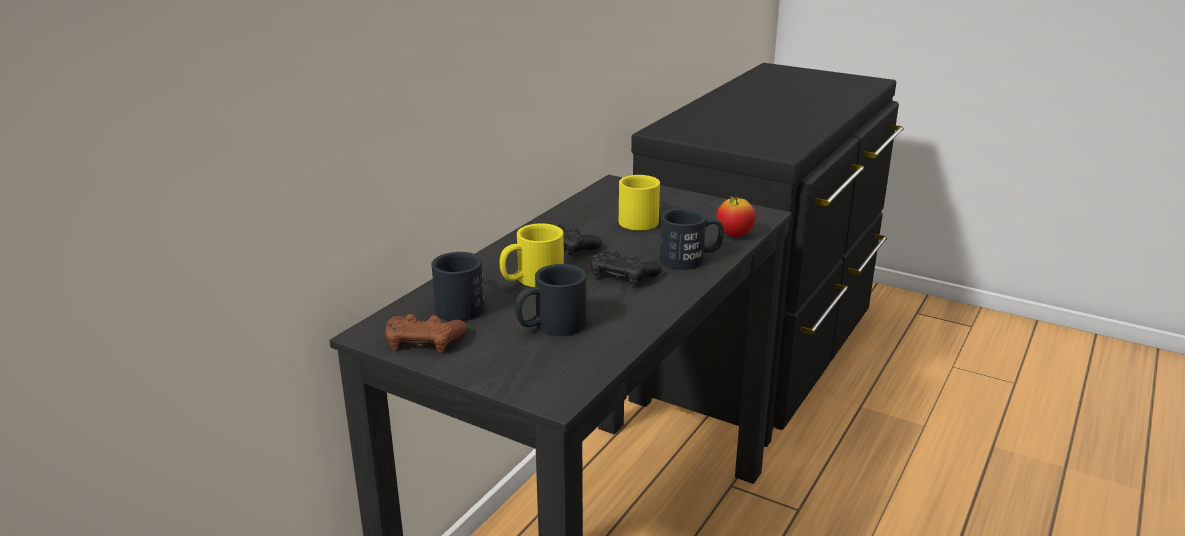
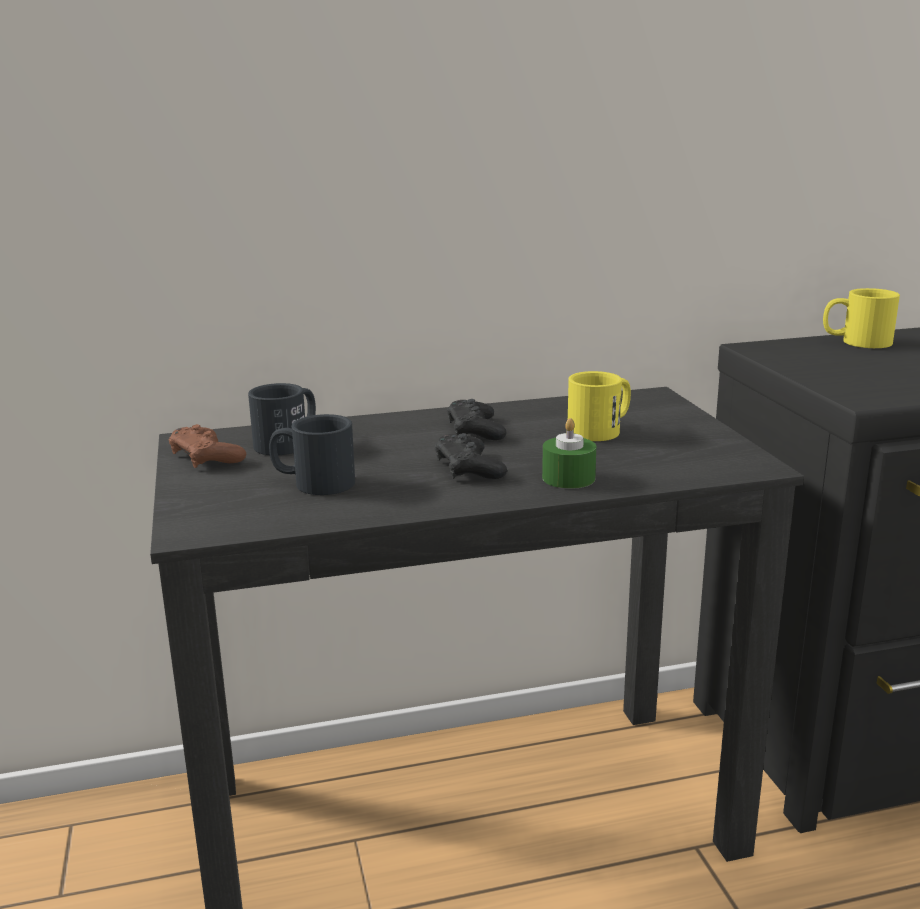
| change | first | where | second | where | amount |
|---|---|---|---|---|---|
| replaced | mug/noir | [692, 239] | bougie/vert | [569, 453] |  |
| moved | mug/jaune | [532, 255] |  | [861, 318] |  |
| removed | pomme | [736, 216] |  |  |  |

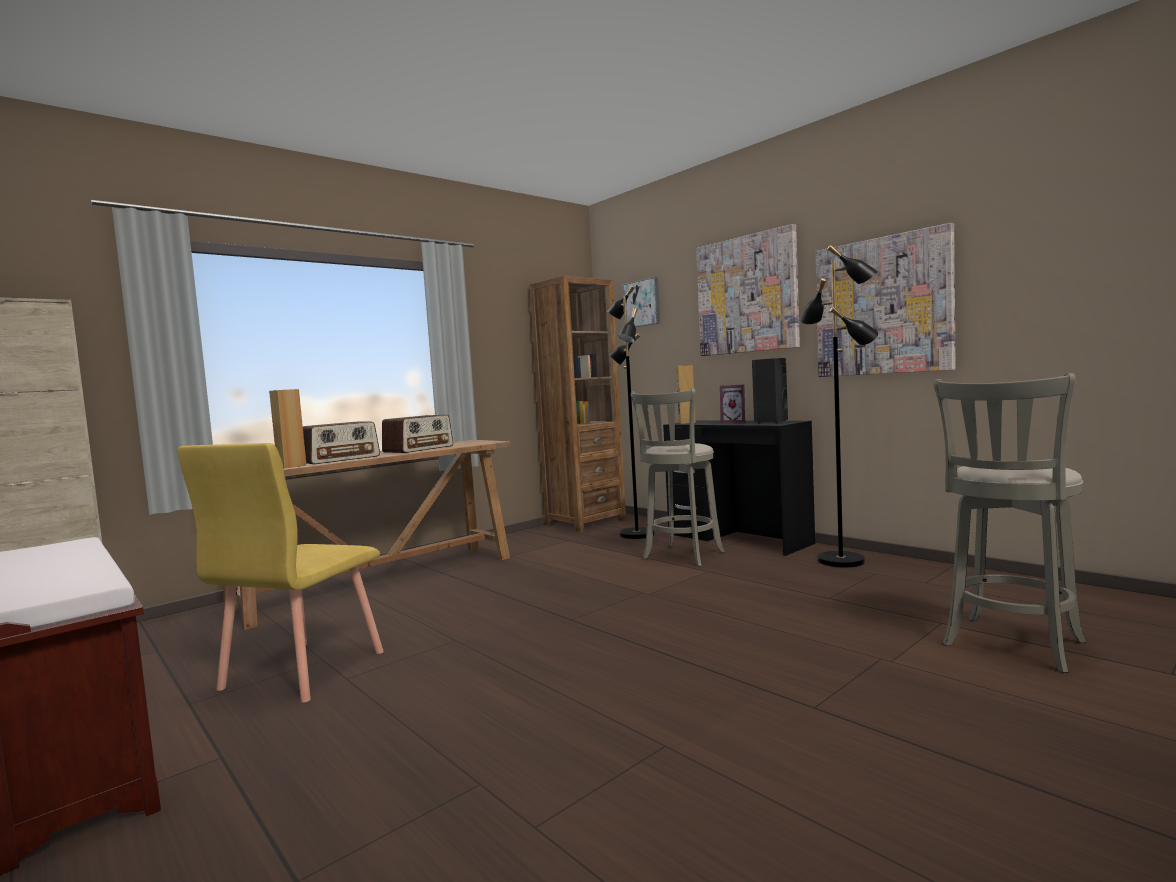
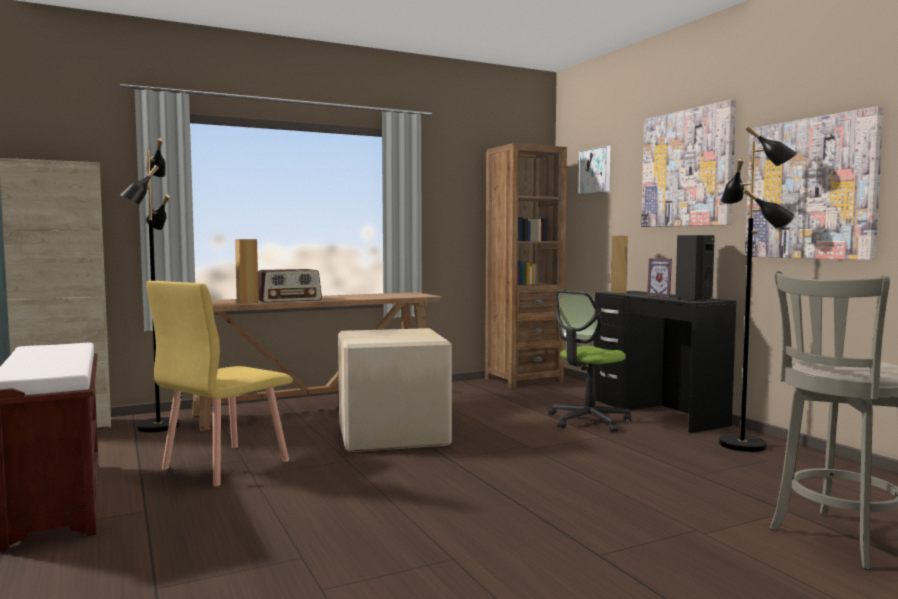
| change | first | where | second | where | amount |
|---|---|---|---|---|---|
| moved | lampadaire/noir | [631, 412] |  | [150, 285] |  |
| added |  |  | carton | [395, 390] |  |
| replaced | tabouret/gris | [678, 477] | chaise de bureau | [589, 361] |  |
| removed | radio | [417, 434] |  |  |  |

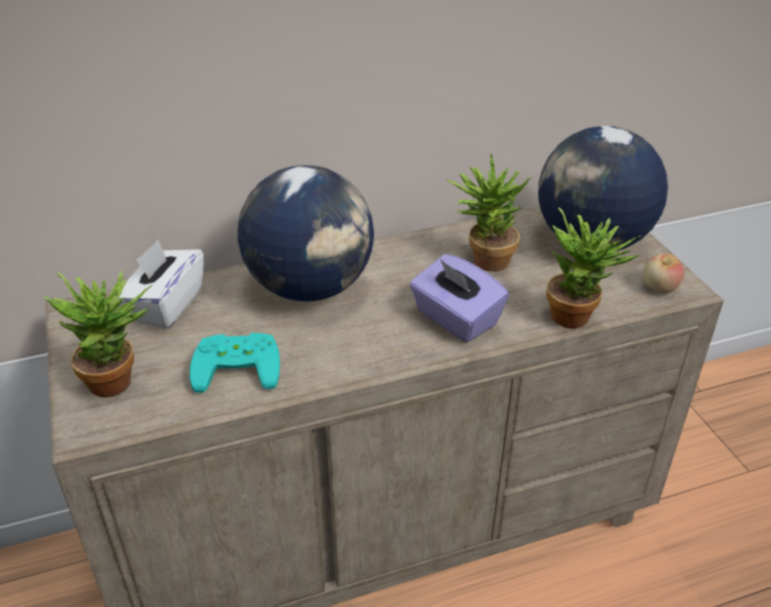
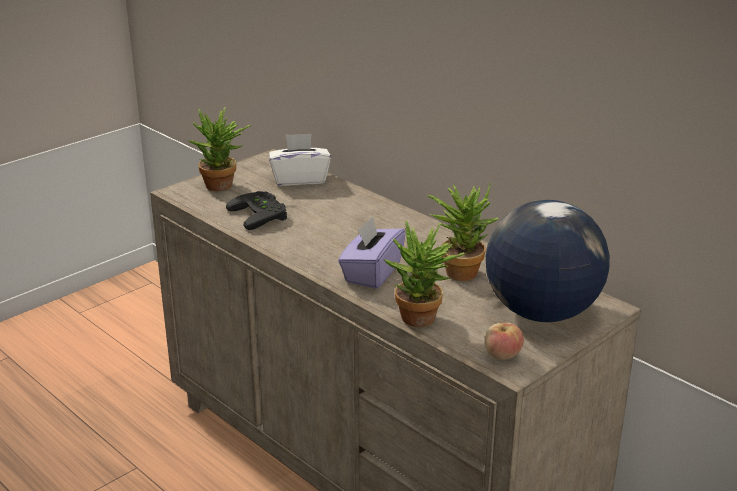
| change | first | where | second | where | amount |
|---|---|---|---|---|---|
| recoloured | manette/turquoise | [235, 363] | manette/noir | [256, 210] |  |
| removed | globe | [306, 233] |  |  |  |

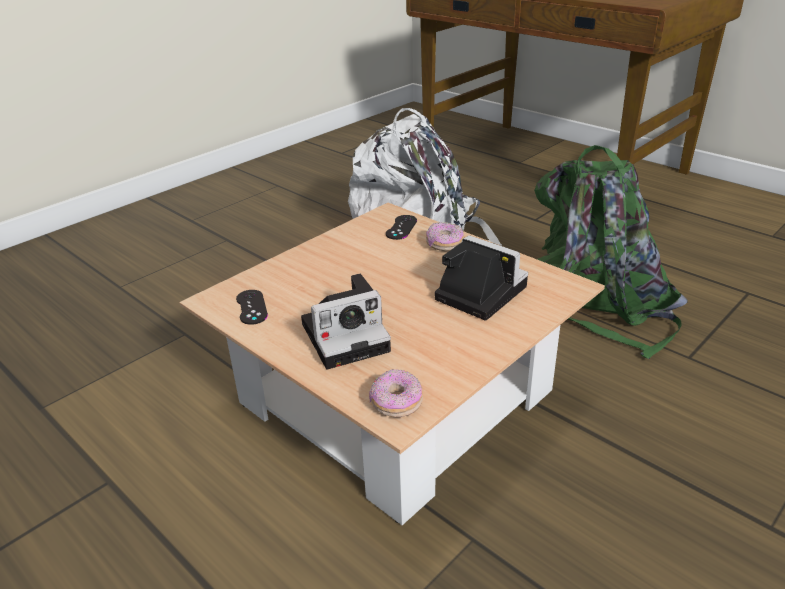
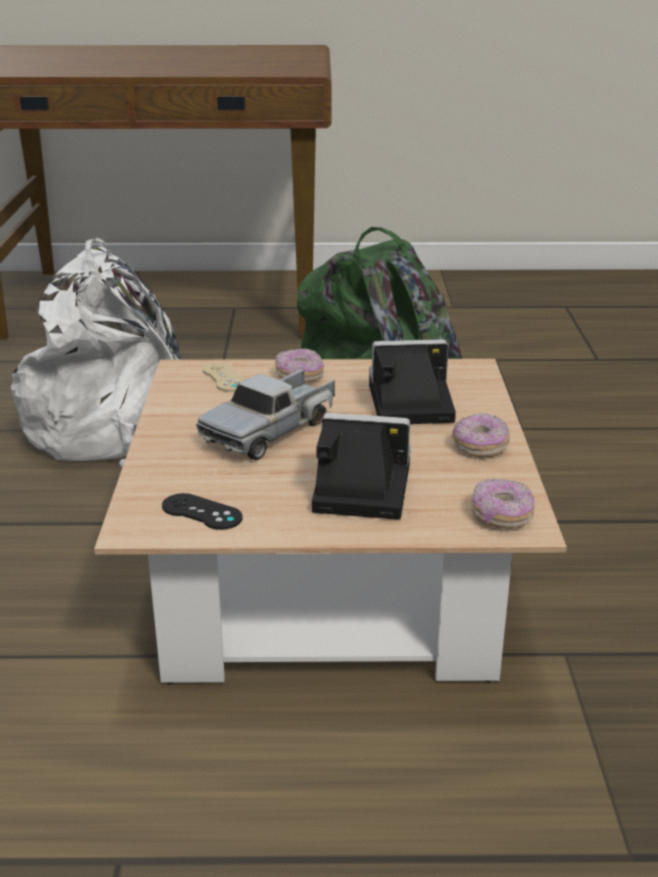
| change | first | where | second | where | amount |
|---|---|---|---|---|---|
| added |  |  | camion jouet | [265, 414] |  |
| recoloured | manette/noir | [401, 227] | manette/beige | [224, 377] |  |
| turned | appareil photo | [346, 322] |  | [361, 466] | 105 degrees counterclockwise |
| added |  |  | beignet | [481, 435] |  |

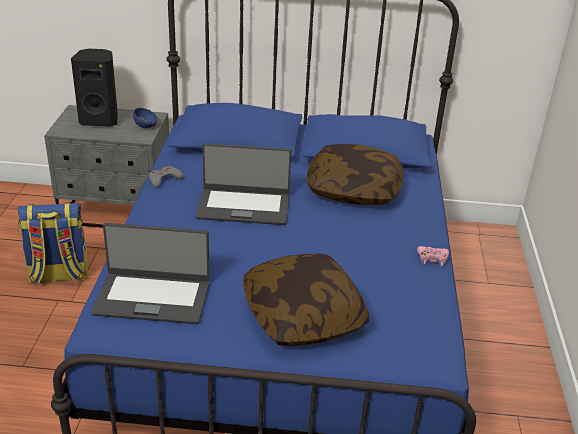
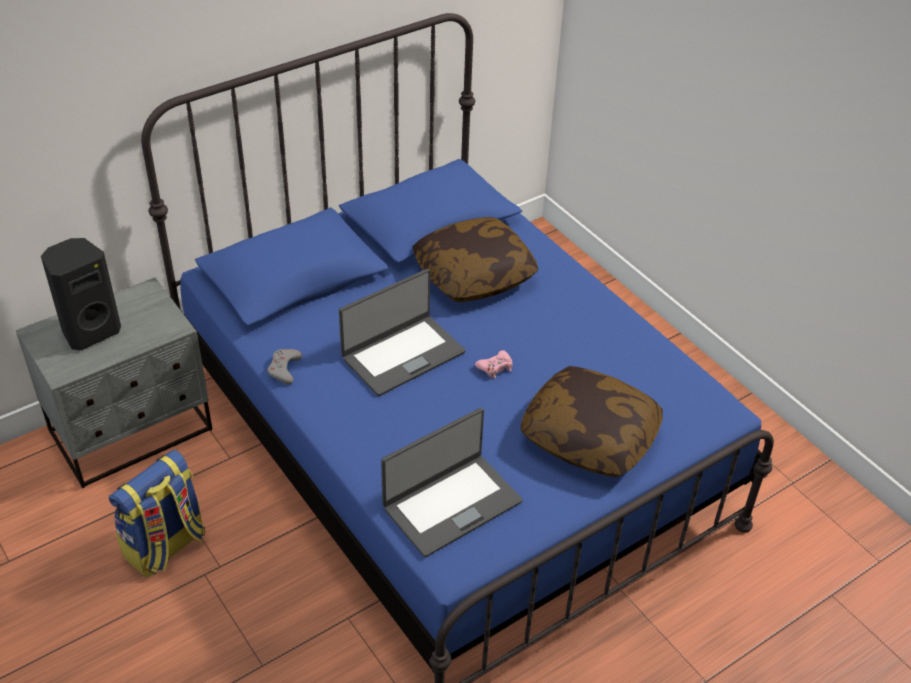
| change | first | where | second | where | amount |
|---|---|---|---|---|---|
| moved | manette/rose | [433, 256] |  | [494, 364] |  |
| removed | bol/bleu | [145, 118] |  |  |  |

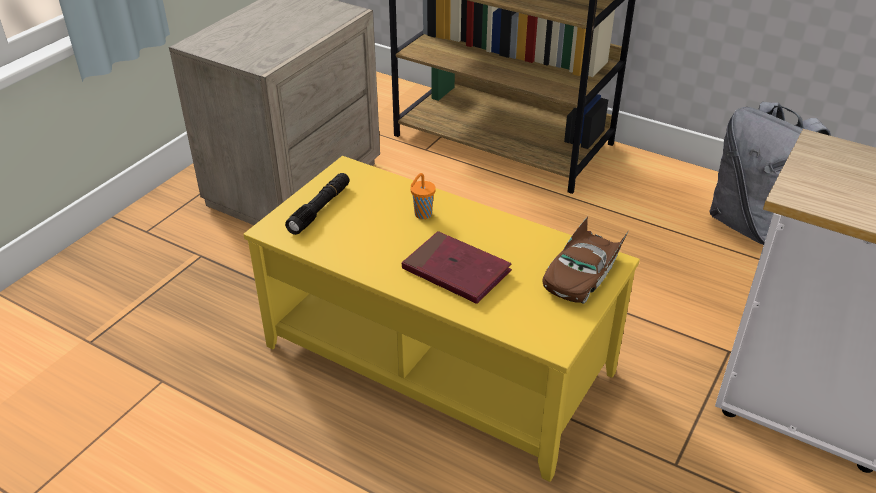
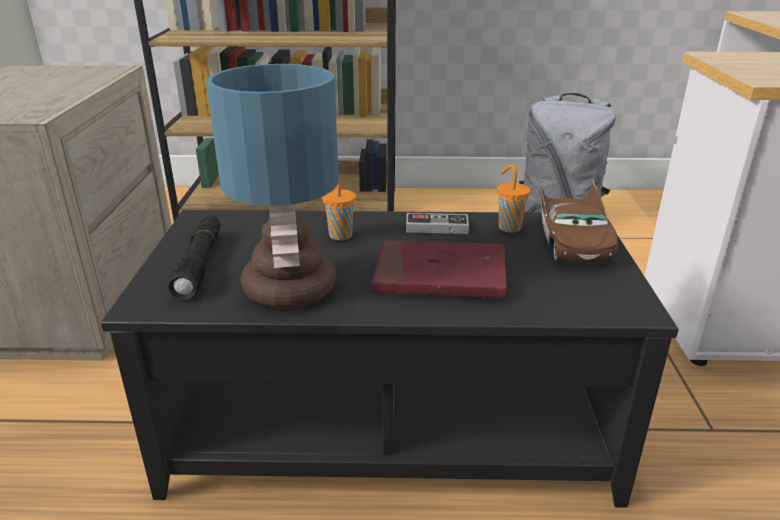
| change | first | where | second | where | amount |
|---|---|---|---|---|---|
| recoloured | table basse/jaune | [441, 319] | table basse/noir | [389, 359] |  |
| added |  |  | lampe de table | [272, 186] |  |
| added |  |  | manette | [437, 223] |  |
| added |  |  | tasse/orange | [513, 198] |  |

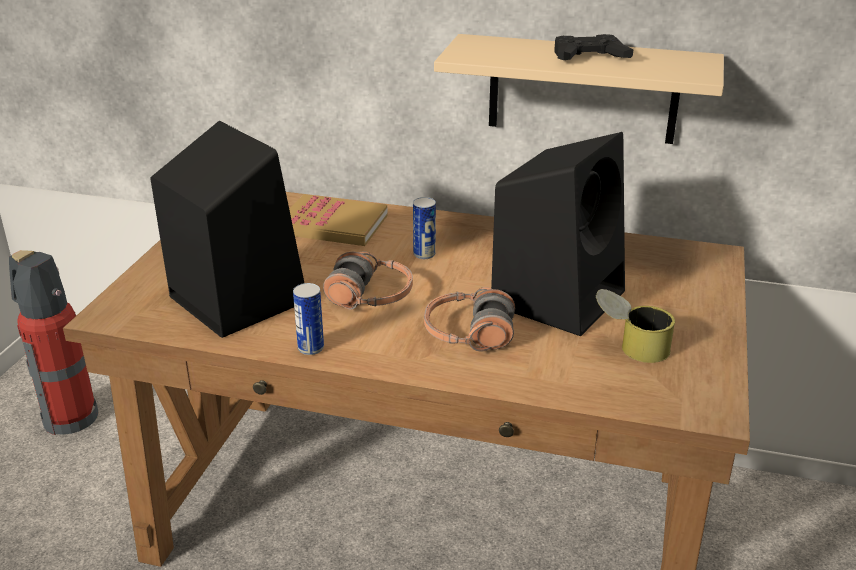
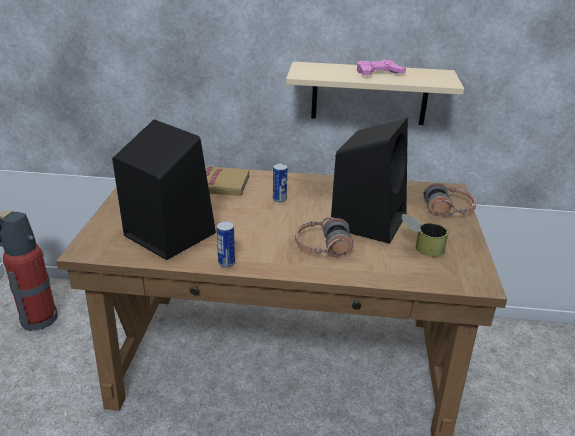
| change | first | where | second | where | amount |
|---|---|---|---|---|---|
| recoloured | manette/noir | [593, 47] | manette/rose | [381, 68] |  |
| moved | casque audio | [368, 280] |  | [450, 200] |  |

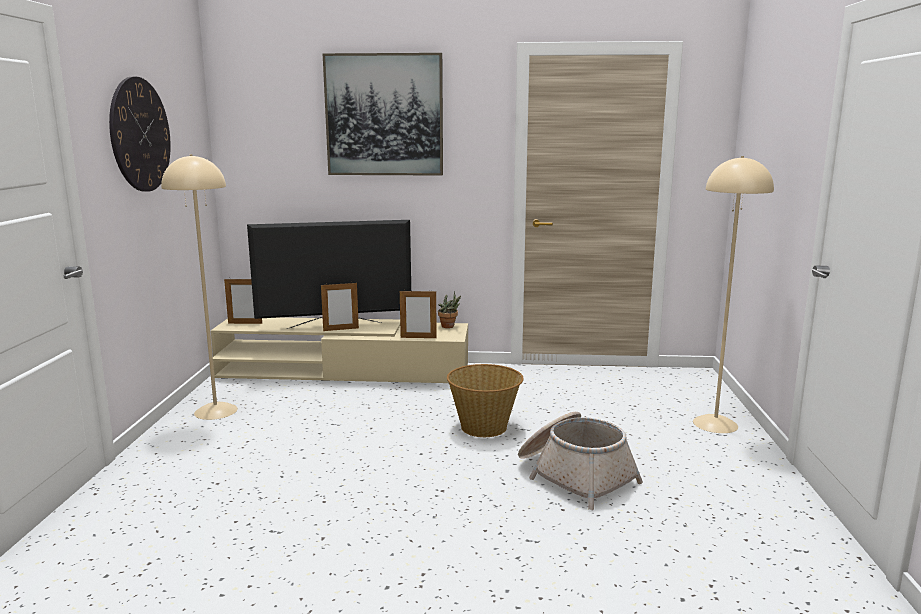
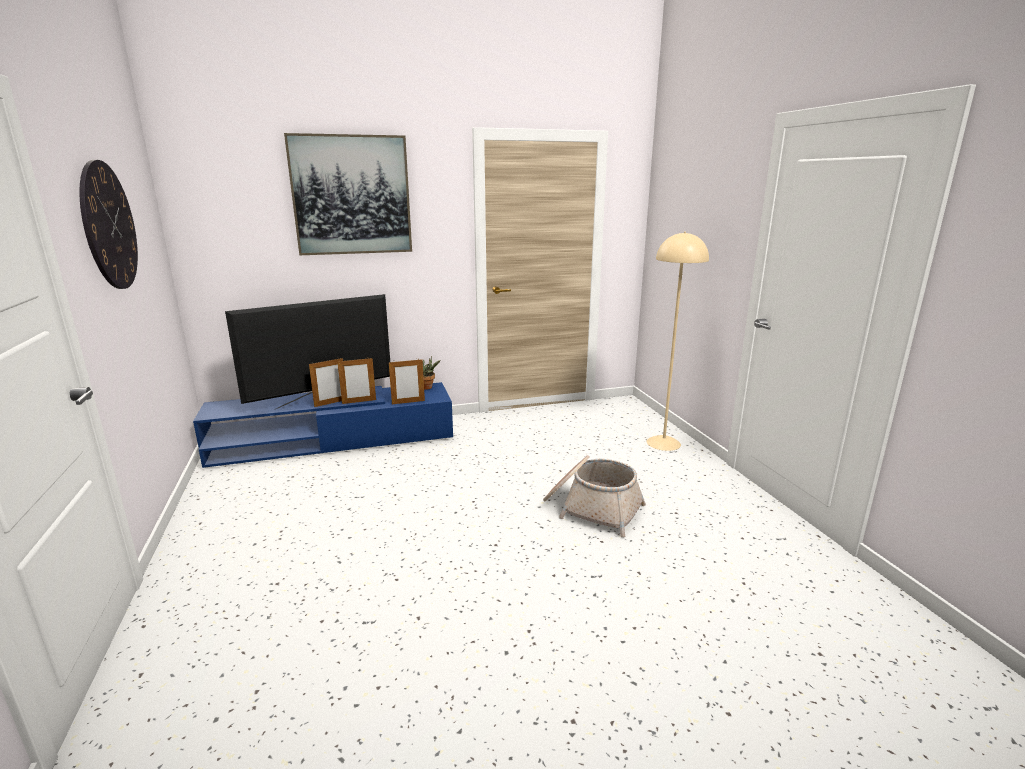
| change | first | where | second | where | amount |
|---|---|---|---|---|---|
| recoloured | meuble télé/beige | [339, 350] | meuble télé/bleu | [323, 425] |  |
| moved | cadre photo | [243, 300] |  | [357, 380] |  |
| removed | lampadaire/beige | [199, 287] |  |  |  |
| removed | panier | [485, 400] |  |  |  |

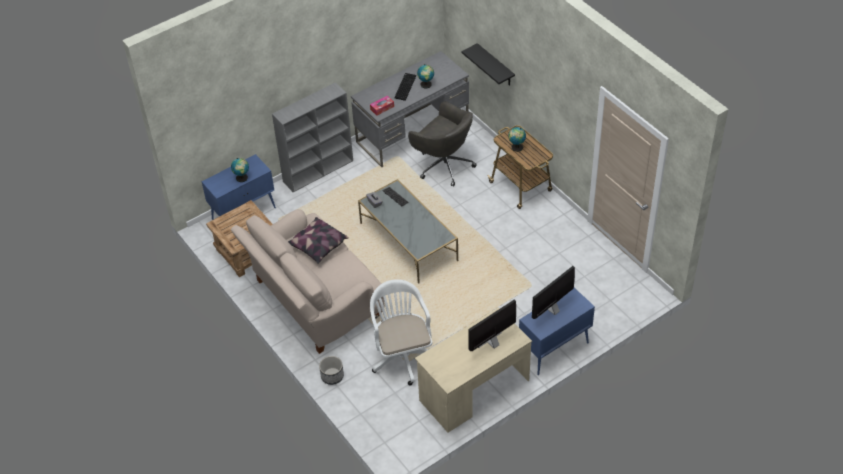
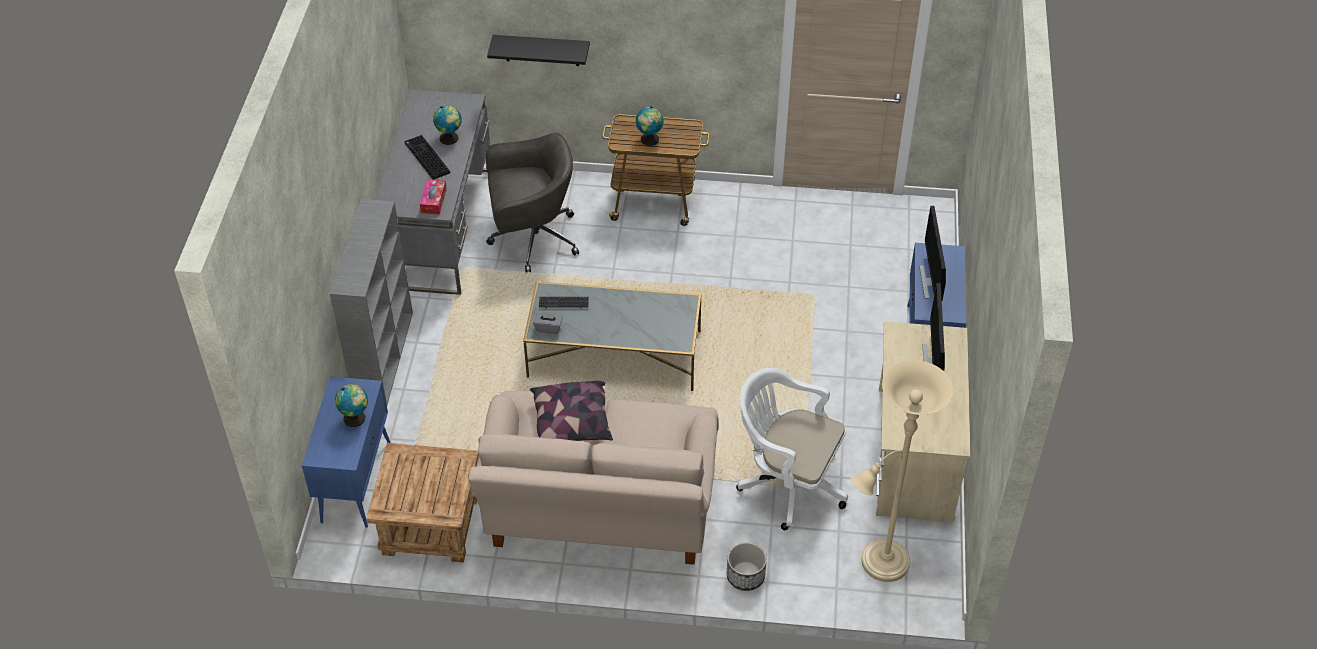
| change | first | where | second | where | amount |
|---|---|---|---|---|---|
| added |  |  | lampadaire/beige | [902, 471] |  |

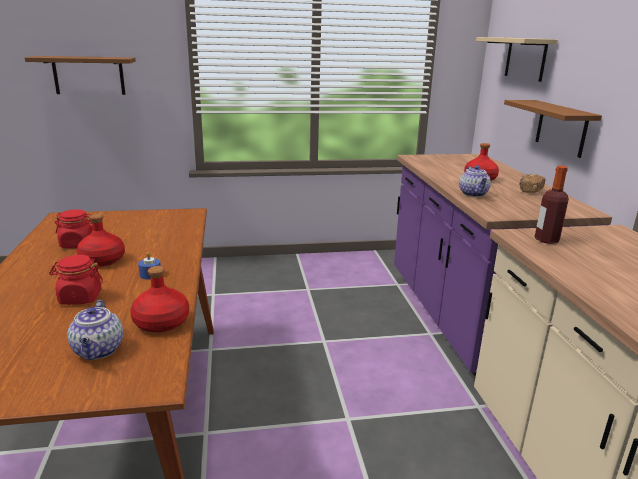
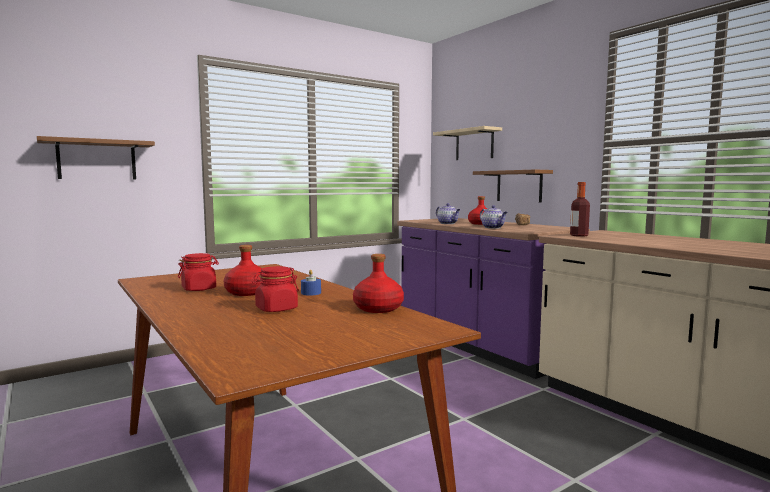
| change | first | where | second | where | amount |
|---|---|---|---|---|---|
| moved | théière | [95, 330] |  | [448, 213] |  |

